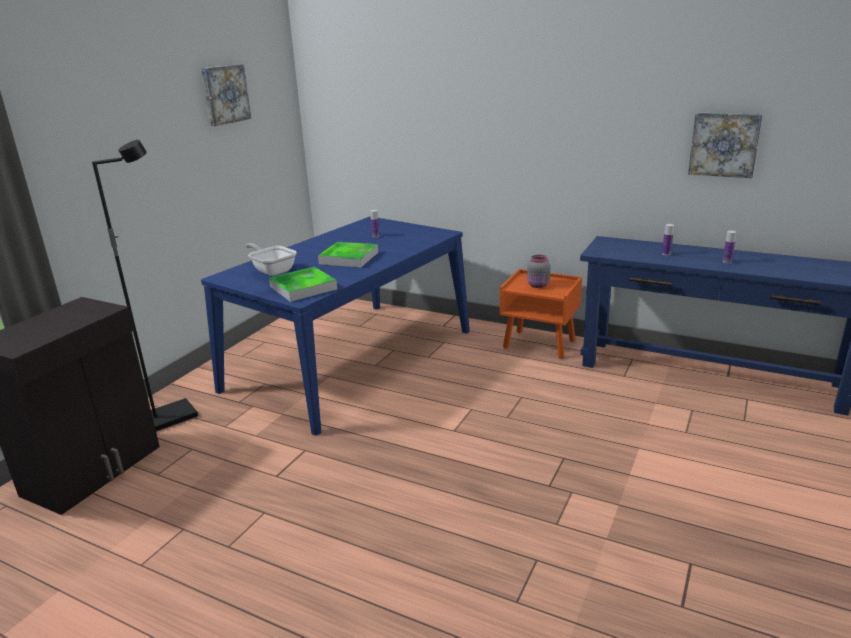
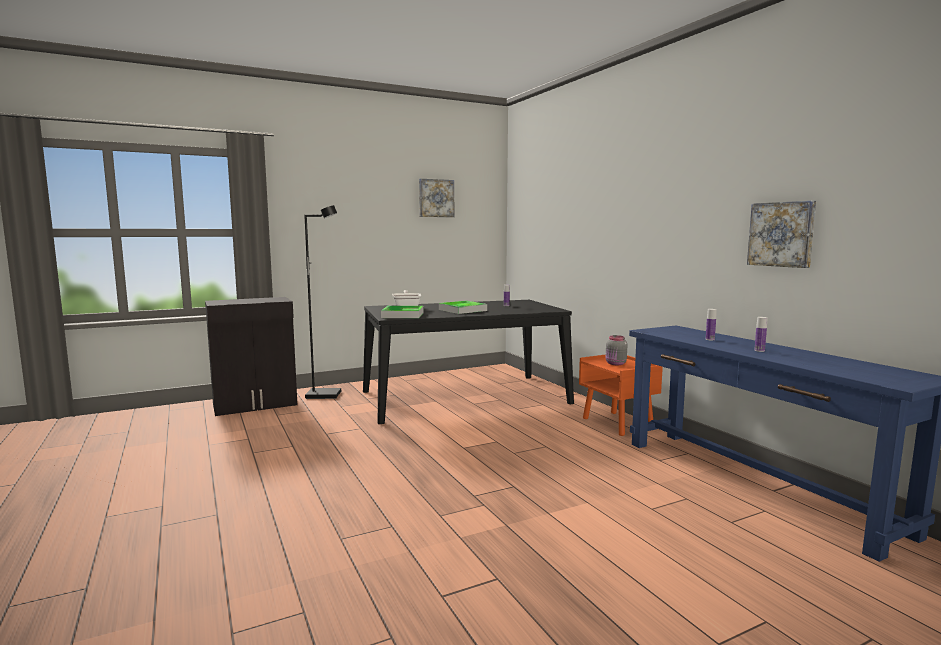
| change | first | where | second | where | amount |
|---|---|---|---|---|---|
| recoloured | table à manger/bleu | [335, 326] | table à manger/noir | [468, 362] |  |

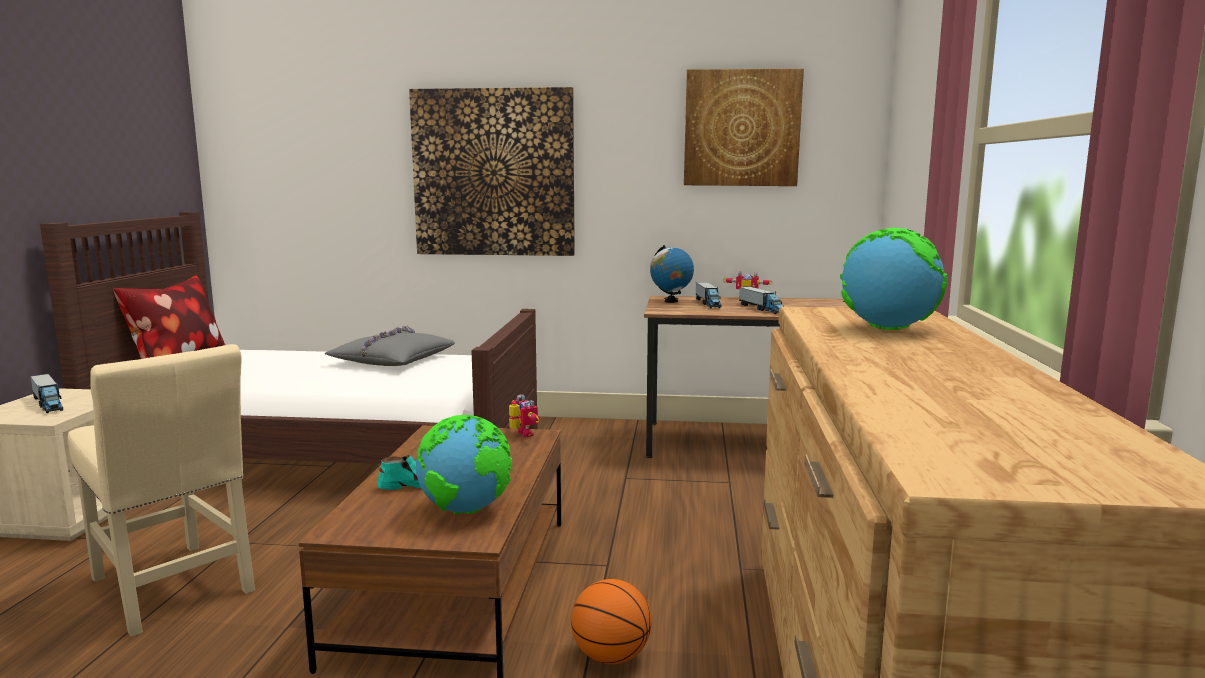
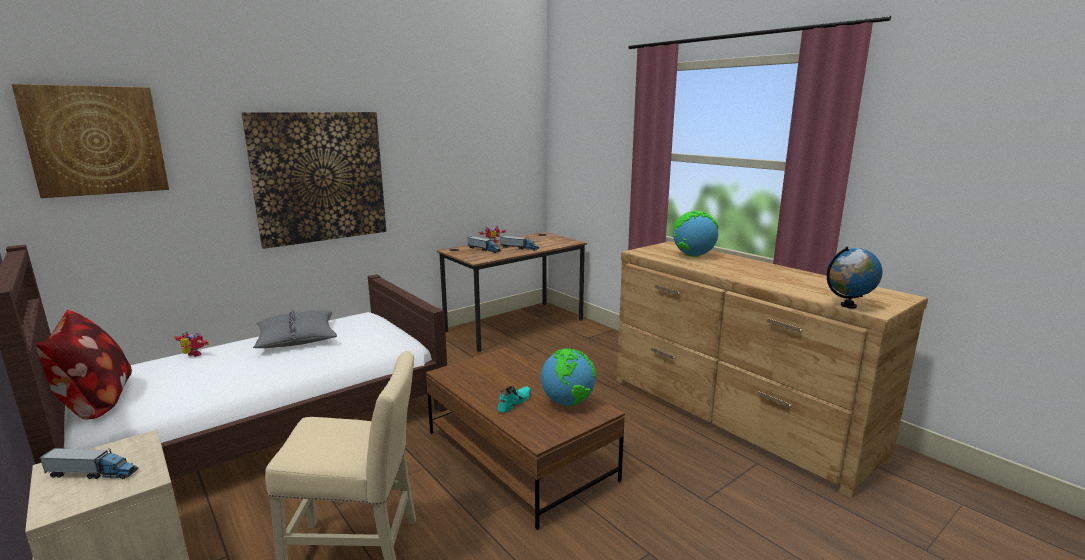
| change | first | where | second | where | amount |
|---|---|---|---|---|---|
| moved | tableau | [744, 127] |  | [90, 141] |  |
| moved | robot jouet | [524, 416] |  | [192, 344] |  |
| moved | globe | [672, 274] |  | [855, 278] |  |
| removed | ballon de basket | [611, 621] |  |  |  |

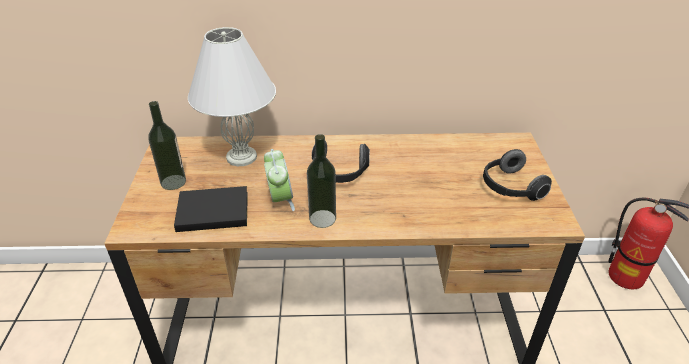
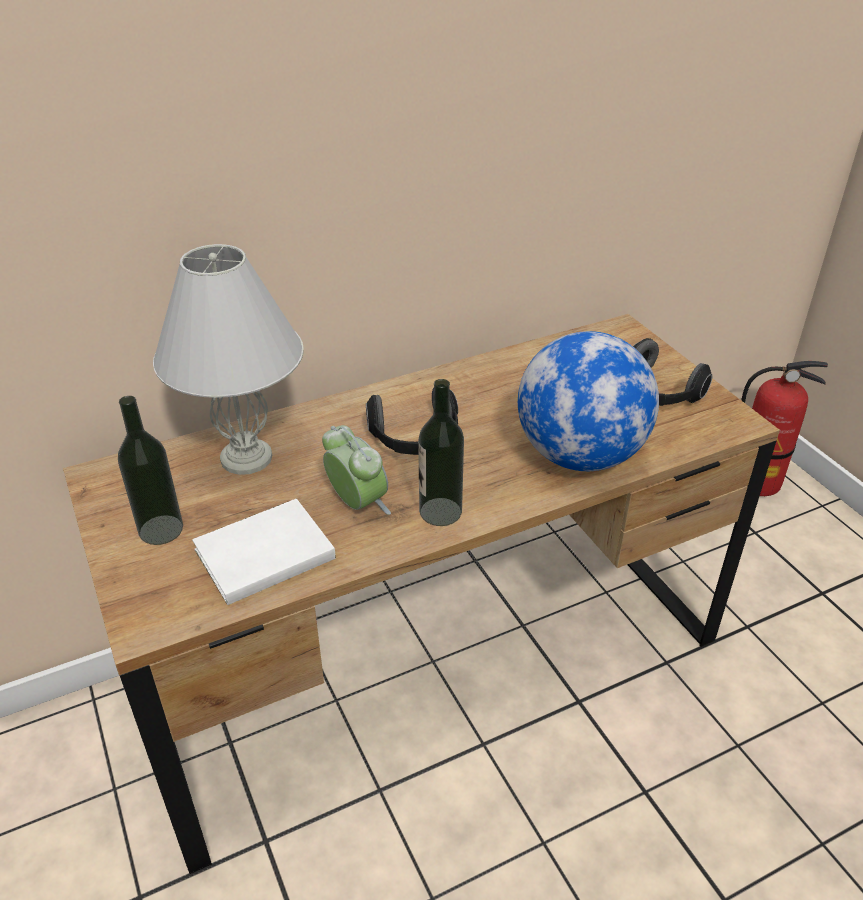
| change | first | where | second | where | amount |
|---|---|---|---|---|---|
| recoloured | livre/noir | [211, 209] | livre/blanc | [264, 551] |  |
| added |  |  | globe | [588, 401] |  |

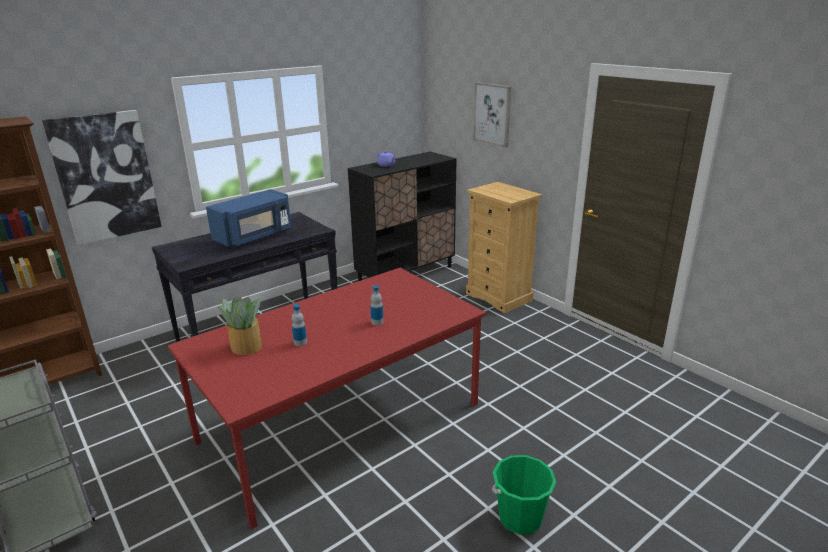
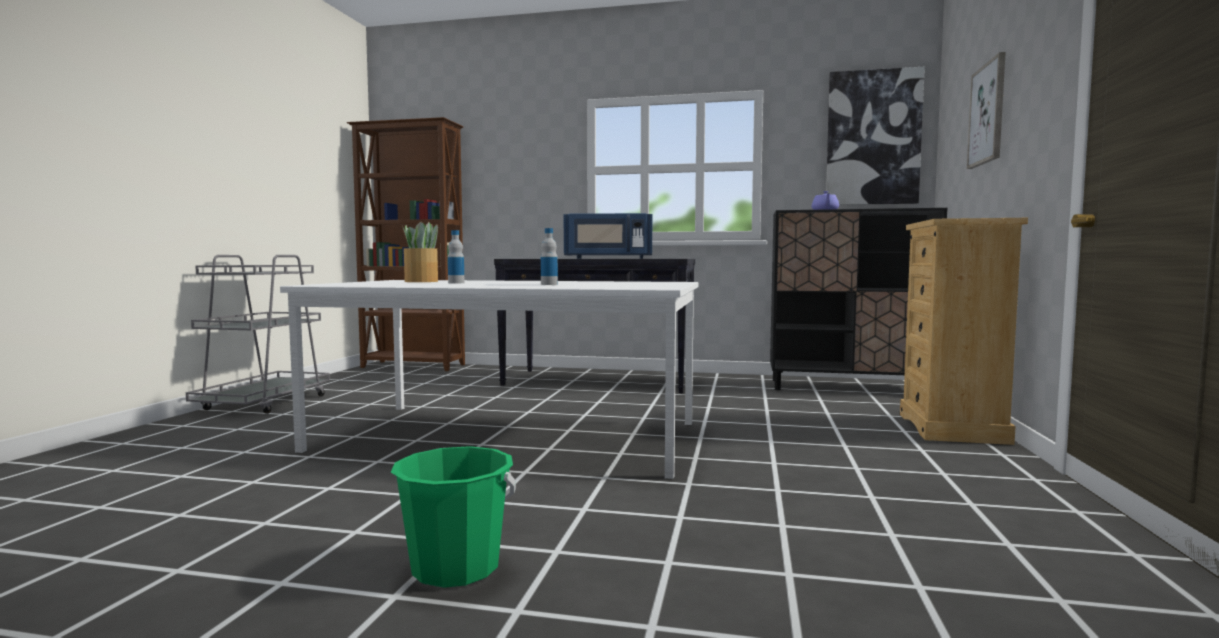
| change | first | where | second | where | amount |
|---|---|---|---|---|---|
| recoloured | table à manger/rouge | [327, 399] | table à manger/blanc | [489, 379] |  |
| moved | tableau | [102, 177] |  | [875, 136] |  |

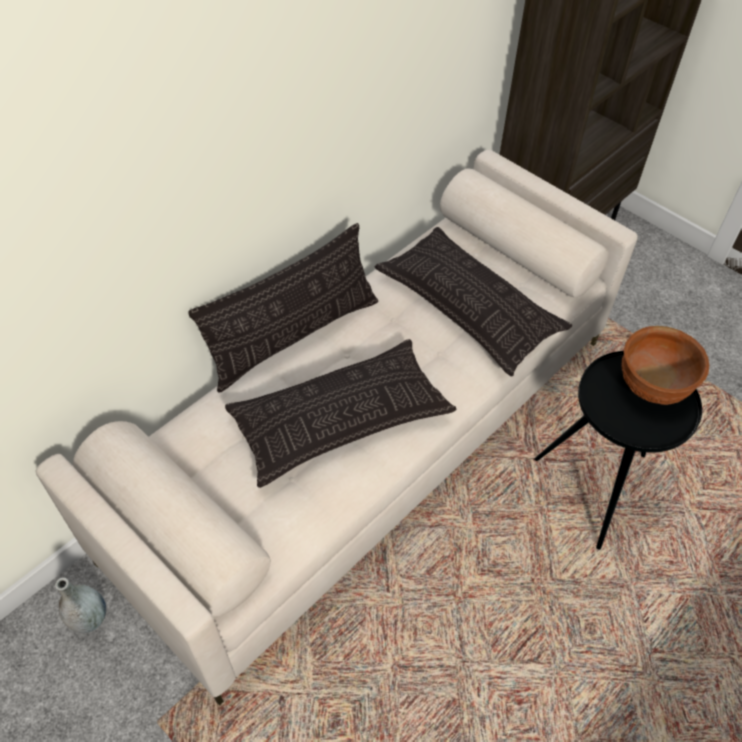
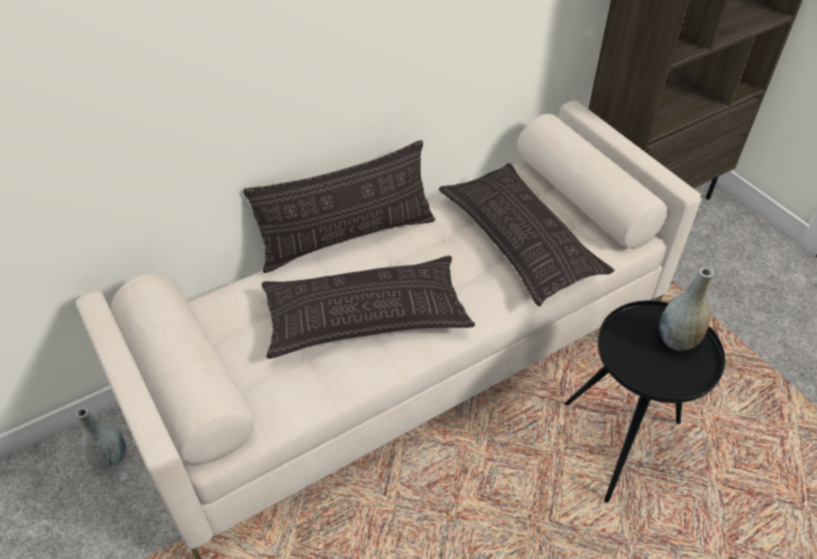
| change | first | where | second | where | amount |
|---|---|---|---|---|---|
| replaced | bol/marron | [665, 365] | vase/gris | [686, 309] |  |

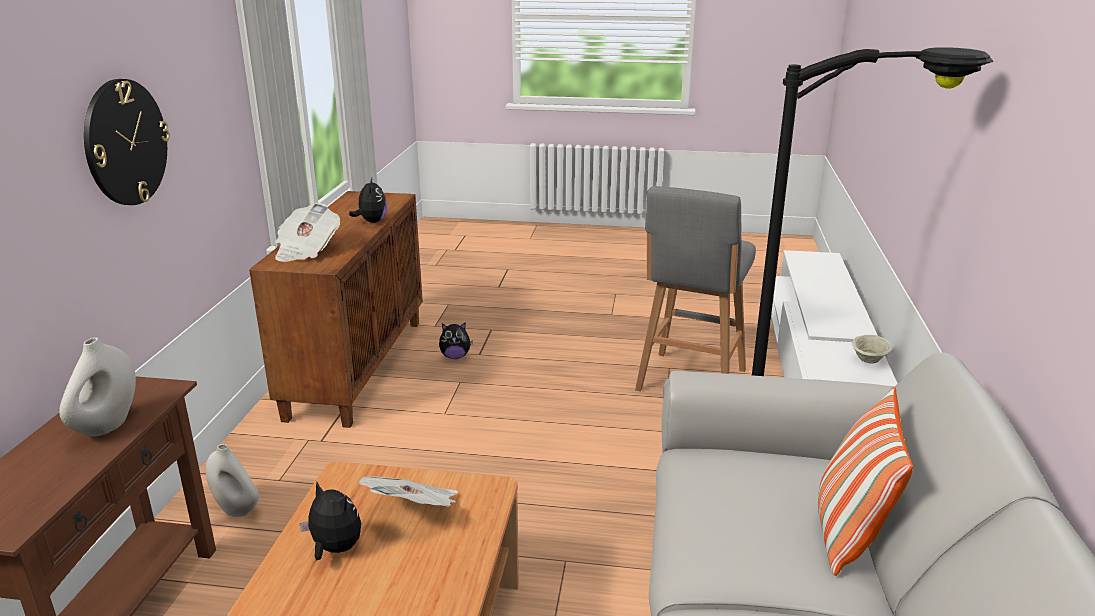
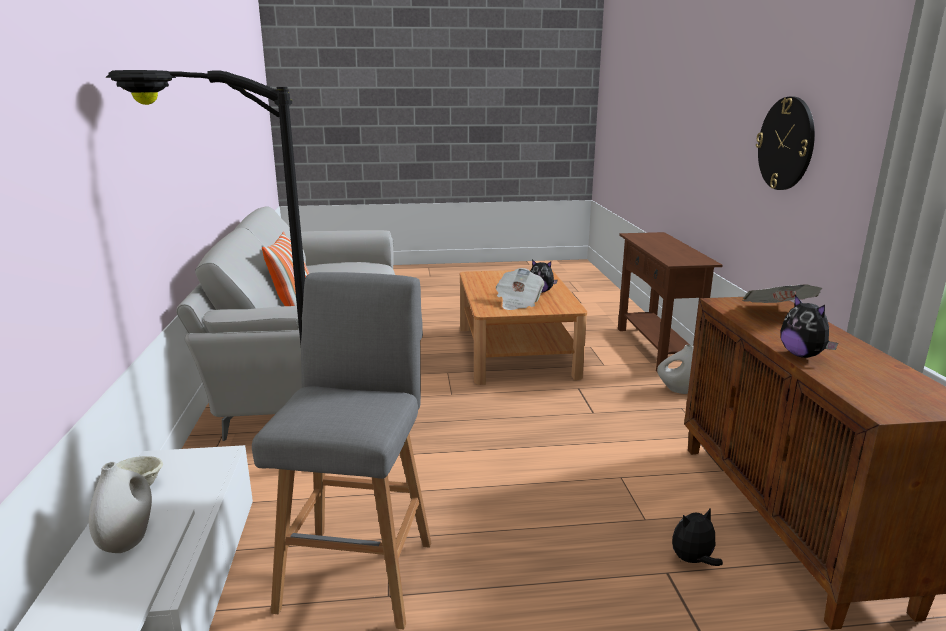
| change | first | where | second | where | amount |
|---|---|---|---|---|---|
| moved | vase/blanc | [97, 387] |  | [120, 507] |  |

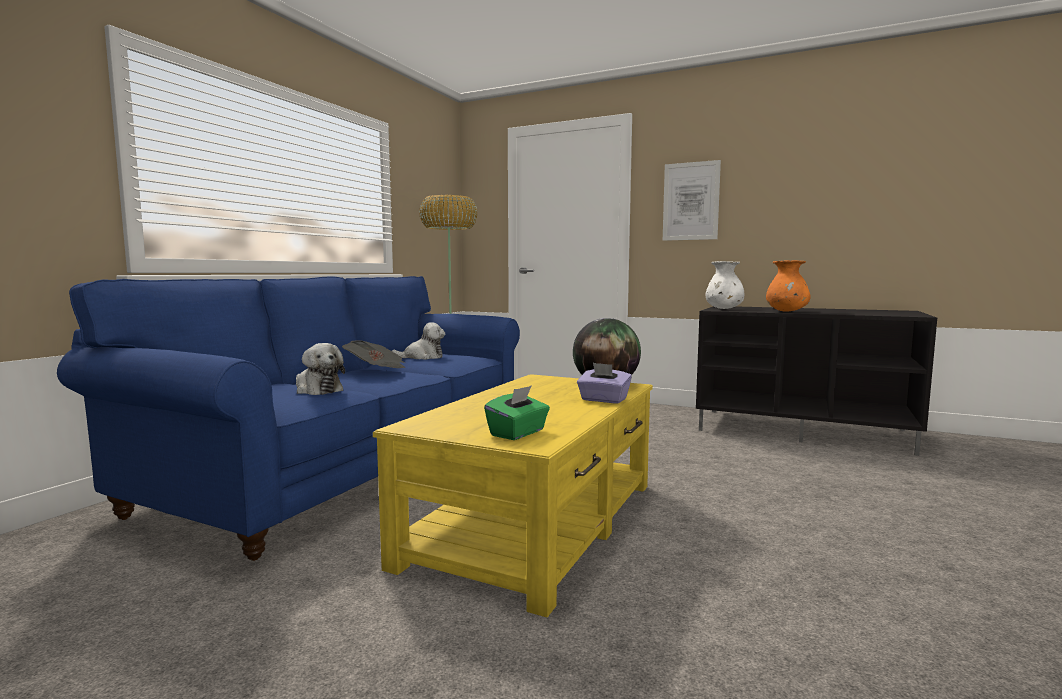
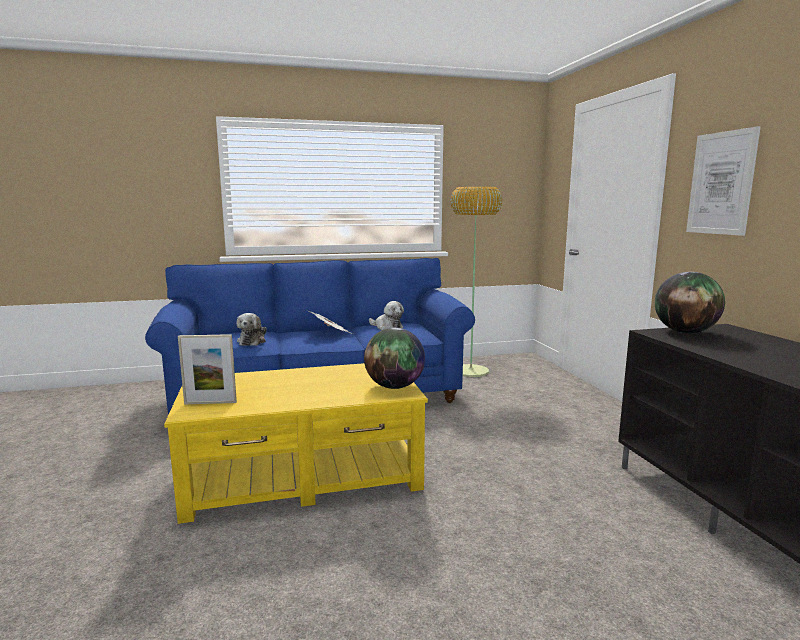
| change | first | where | second | where | amount |
|---|---|---|---|---|---|
| replaced | boîte à mouchoirs/vert | [517, 412] | cadre photo | [207, 369] |  |
| replaced | vase/blanc | [725, 285] | globe | [690, 302] |  |
| removed | boîte à mouchoirs/violet | [604, 383] |  |  |  |
| removed | vase/orange | [788, 286] |  |  |  |

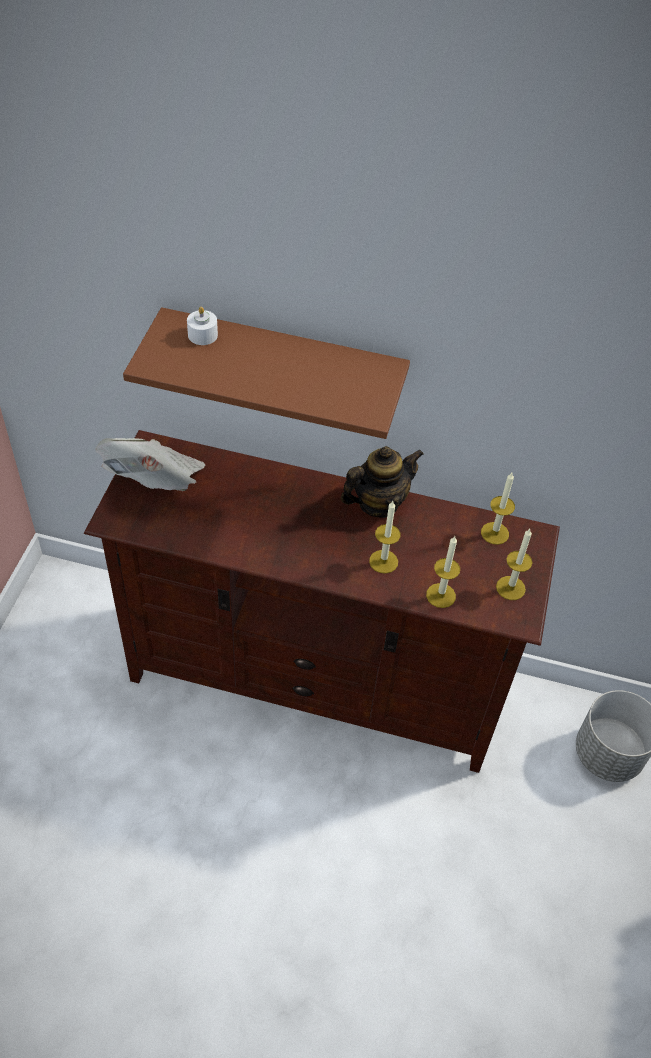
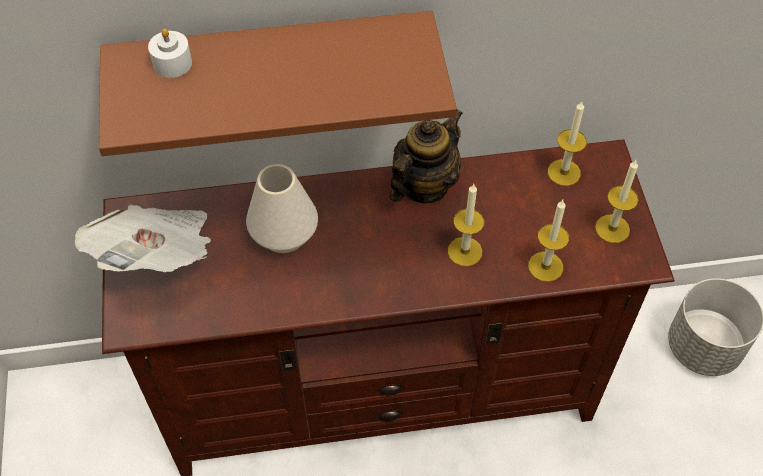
| change | first | where | second | where | amount |
|---|---|---|---|---|---|
| added |  |  | vase/blanc | [282, 208] |  |

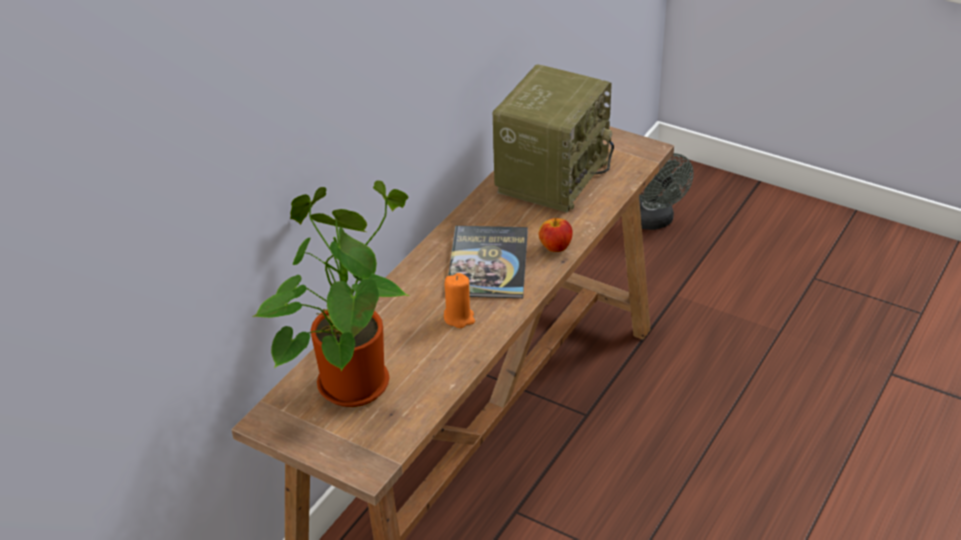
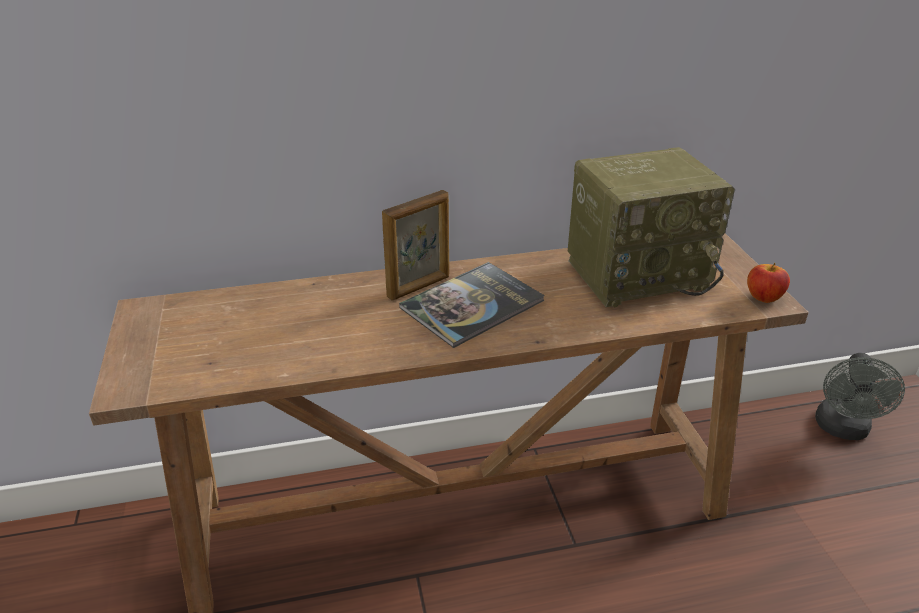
| change | first | where | second | where | amount |
|---|---|---|---|---|---|
| added |  |  | cadre photo | [415, 245] |  |
| moved | pomme | [556, 235] |  | [768, 283] |  |
| removed | plante en pot | [330, 293] |  |  |  |
| removed | bougie/orange | [459, 300] |  |  |  |

